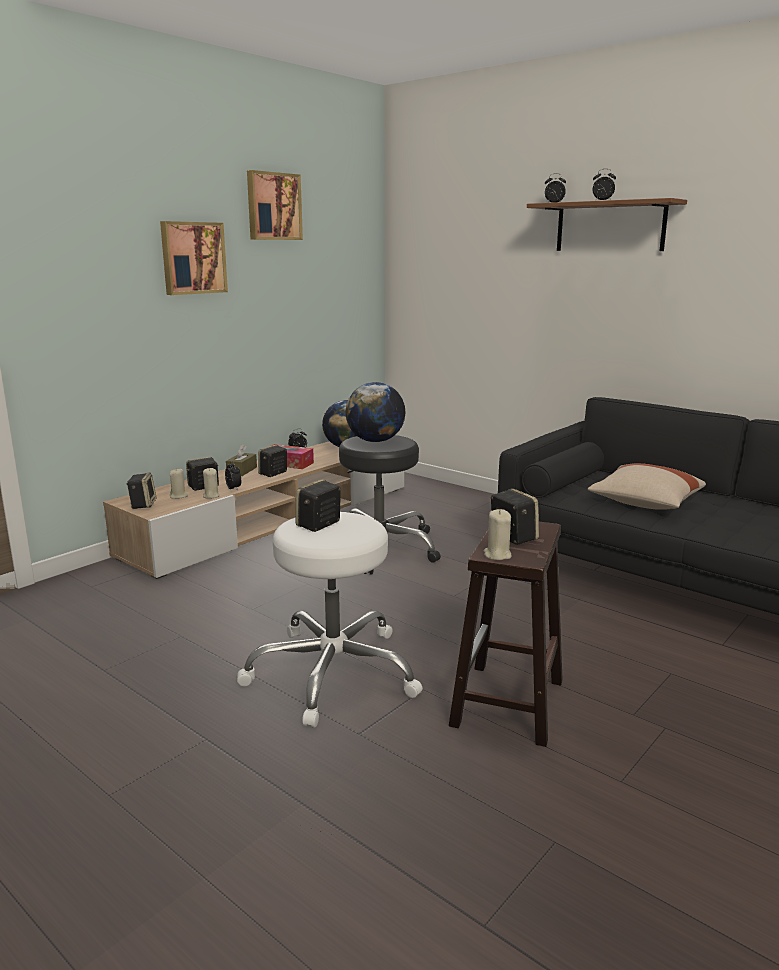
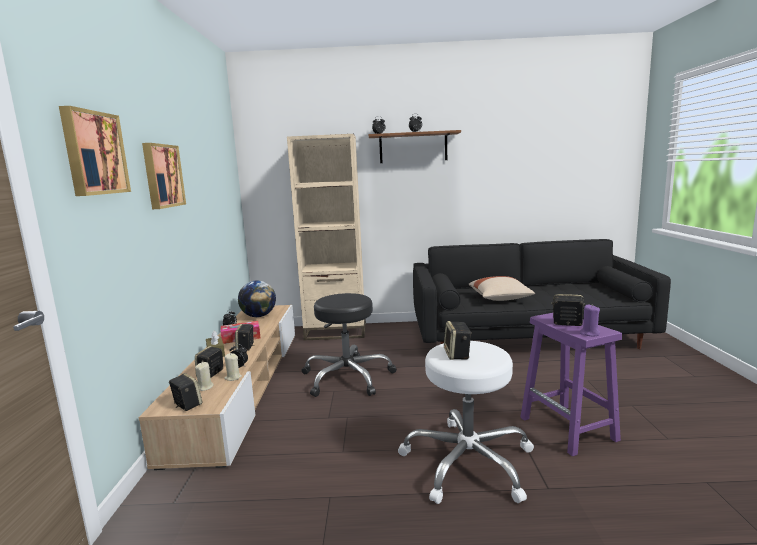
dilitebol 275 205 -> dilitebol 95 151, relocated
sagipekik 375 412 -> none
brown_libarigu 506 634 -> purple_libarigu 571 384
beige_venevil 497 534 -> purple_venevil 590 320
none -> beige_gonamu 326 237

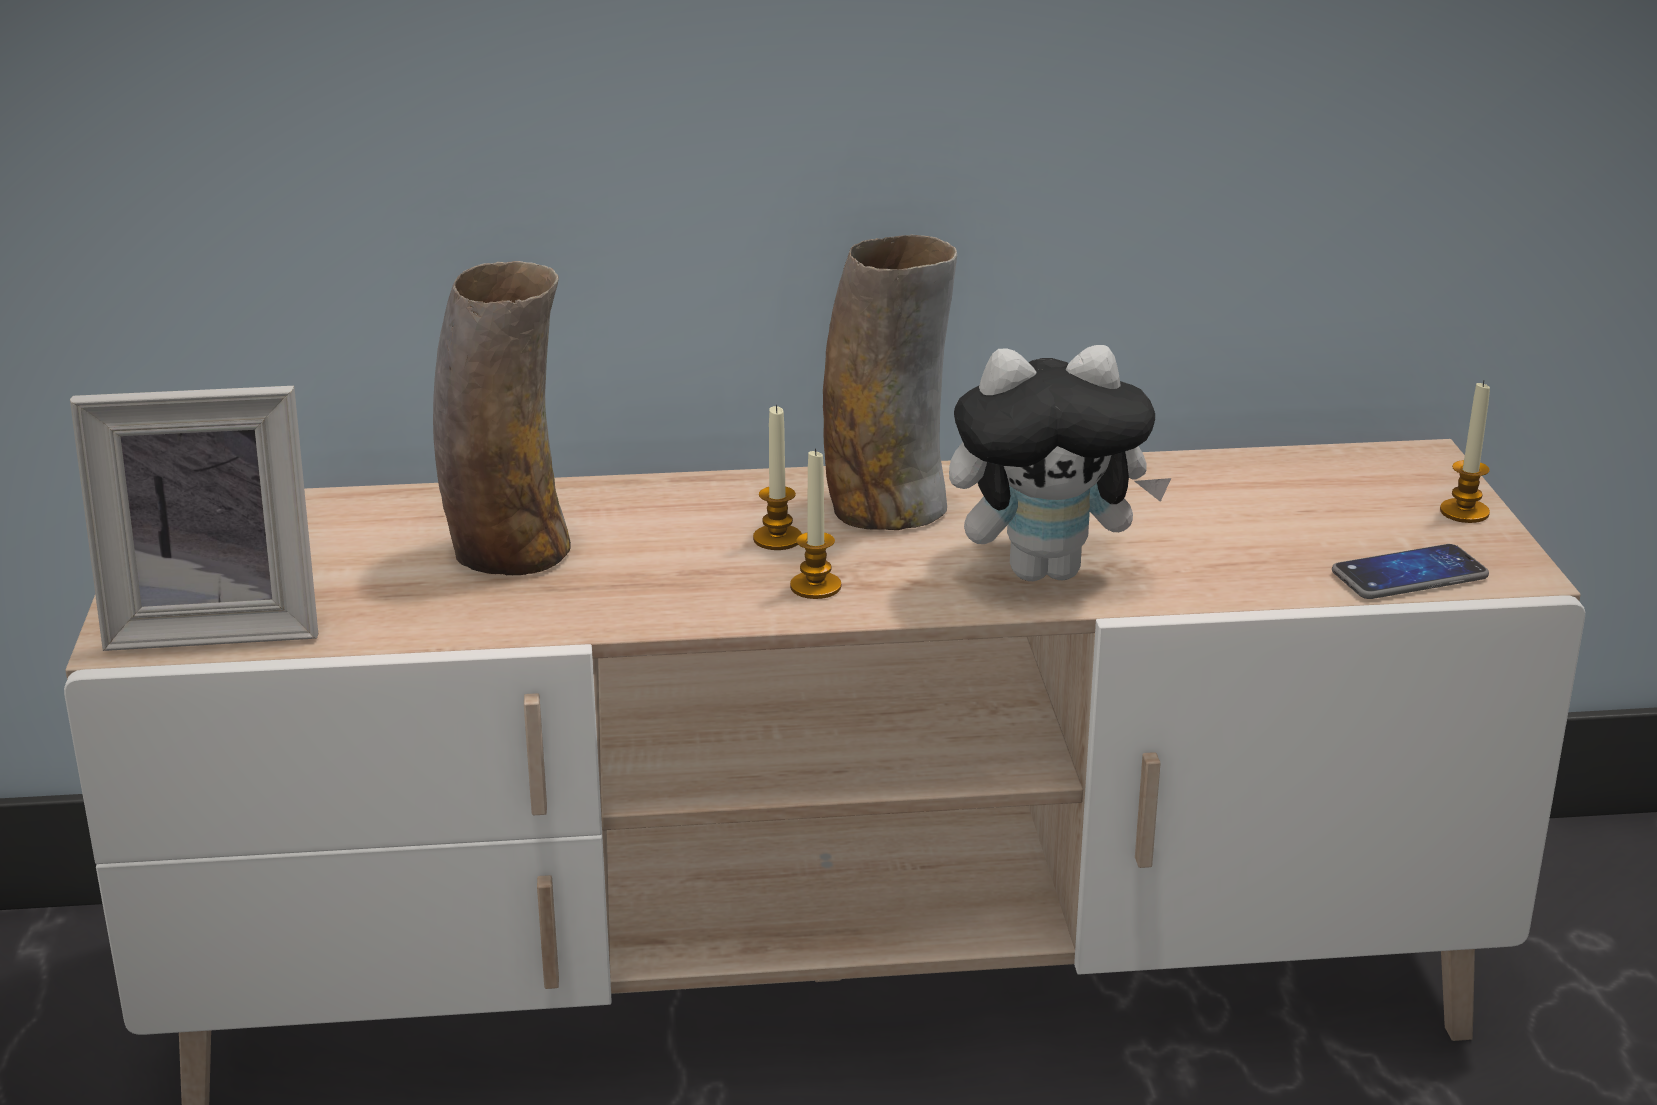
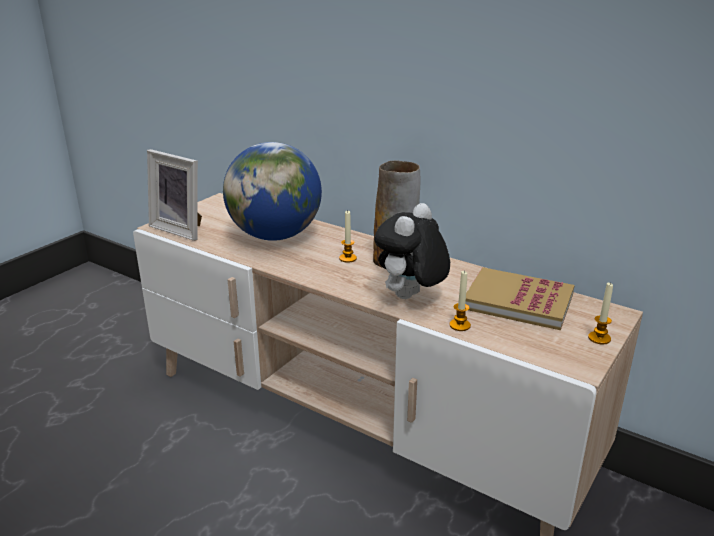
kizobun 502 418 -> sagipekik 272 191
venevil 815 523 -> venevil 460 300, relocated
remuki 1060 463 -> remuki 412 251, 90 degrees clockwise
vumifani 1410 571 -> none
none -> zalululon 519 298

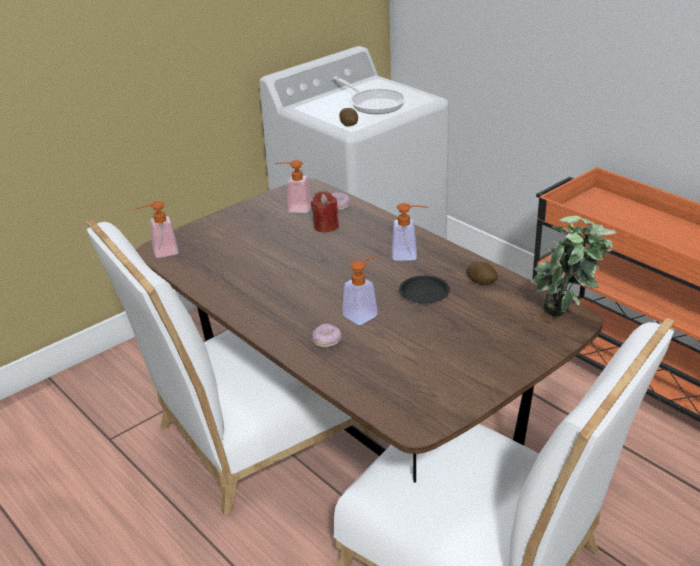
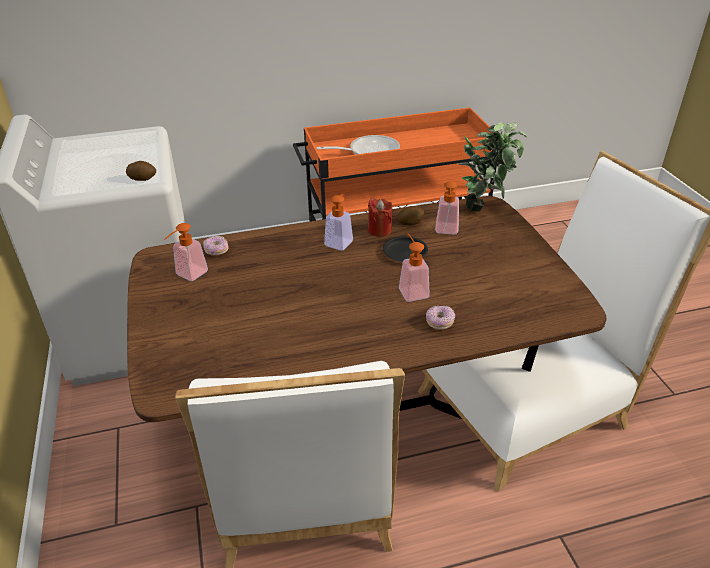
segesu 156 229 -> segesu 447 208, relocated
red_venevil 325 212 -> red_venevil 380 217, relocated
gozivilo 369 95 -> gozivilo 358 145, relocated

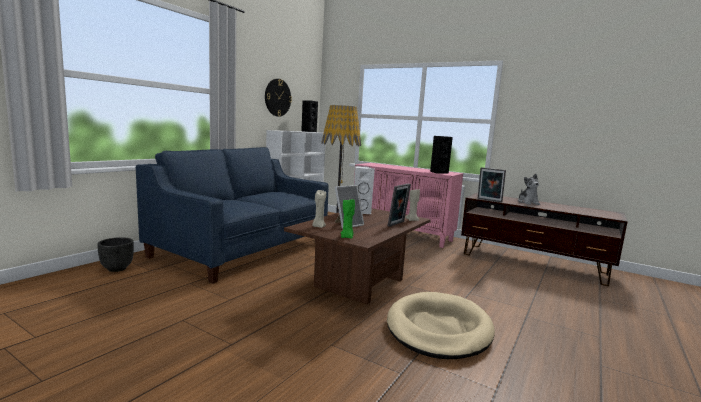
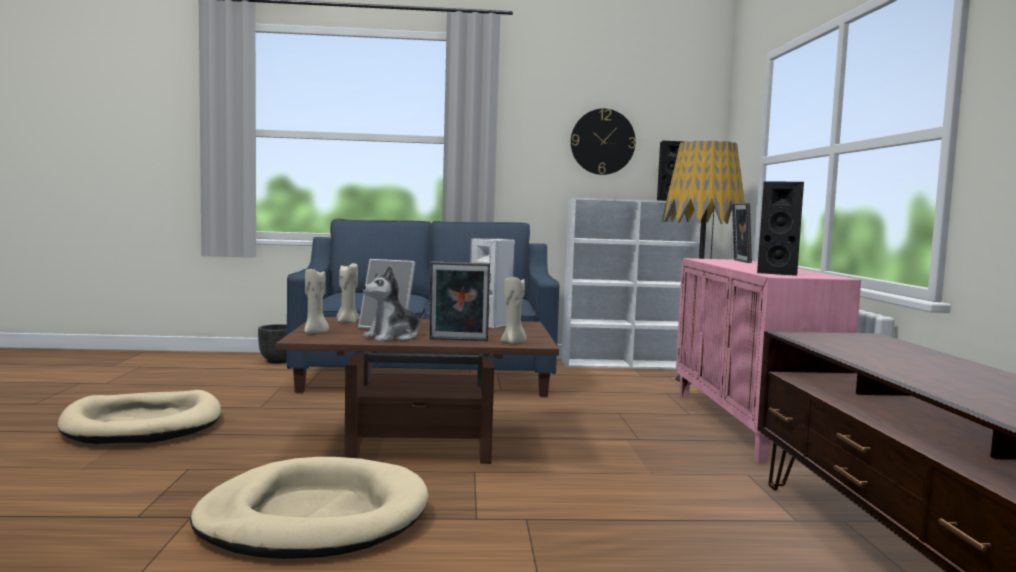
green_venevil 348 219 -> beige_venevil 316 299
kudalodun 492 184 -> kudalodun 742 233, relocated
remuki 529 189 -> remuki 394 303, relocated
none -> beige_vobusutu 139 417

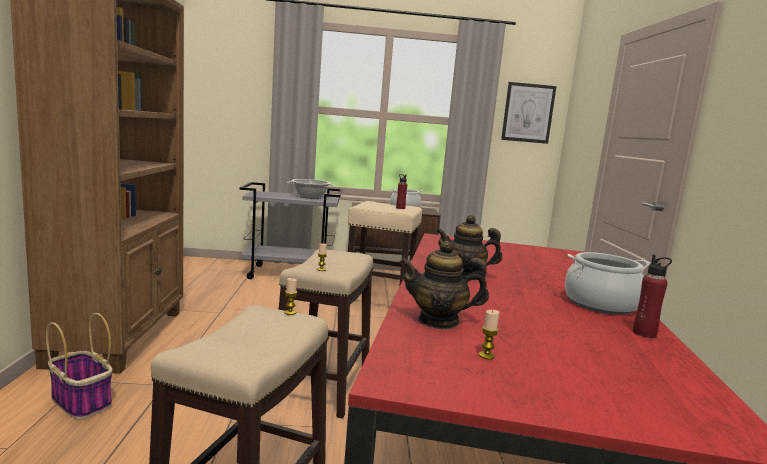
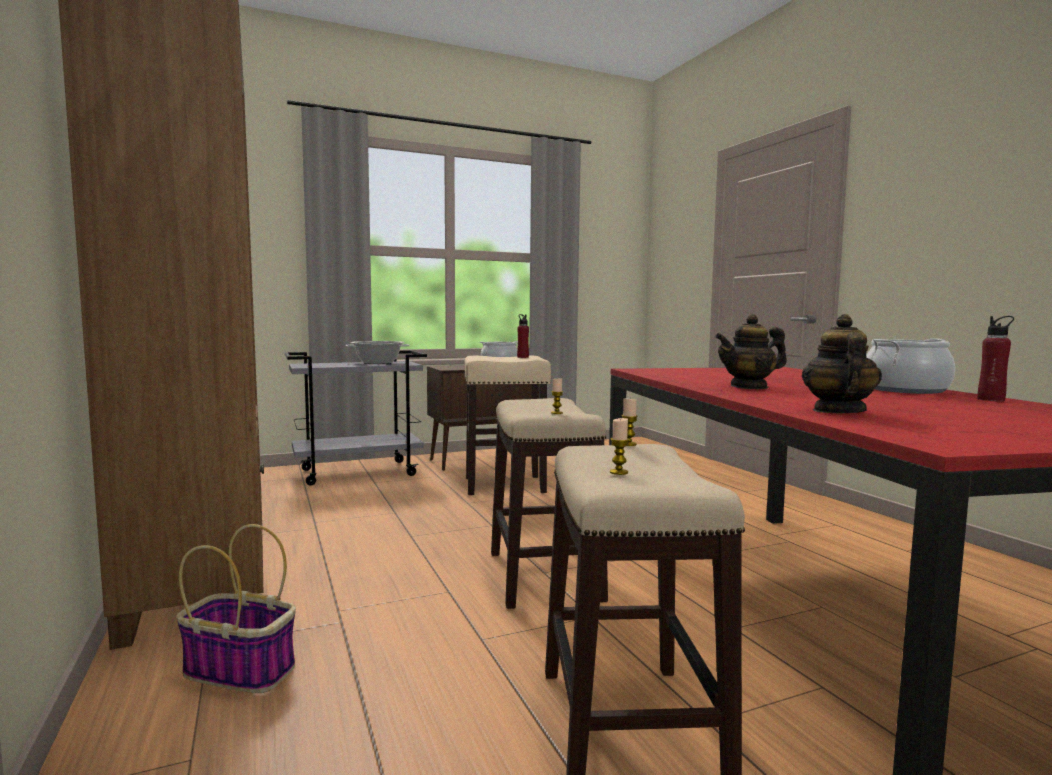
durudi 444 285 -> durudi 842 363, 120 degrees clockwise
venevil 489 335 -> venevil 619 446, relocated
dilitebol 529 113 -> none

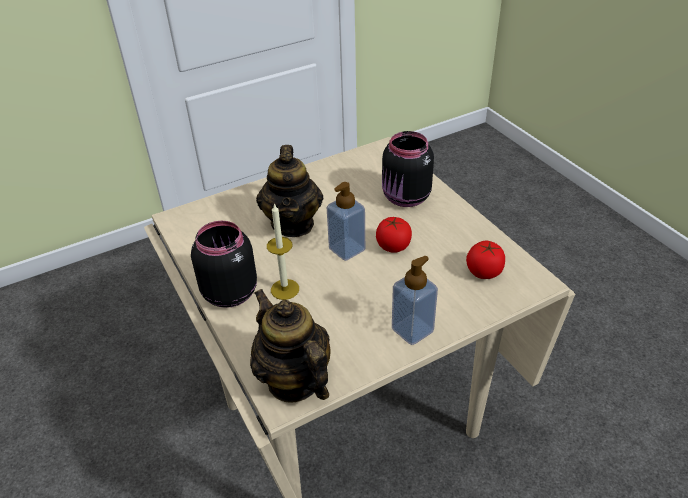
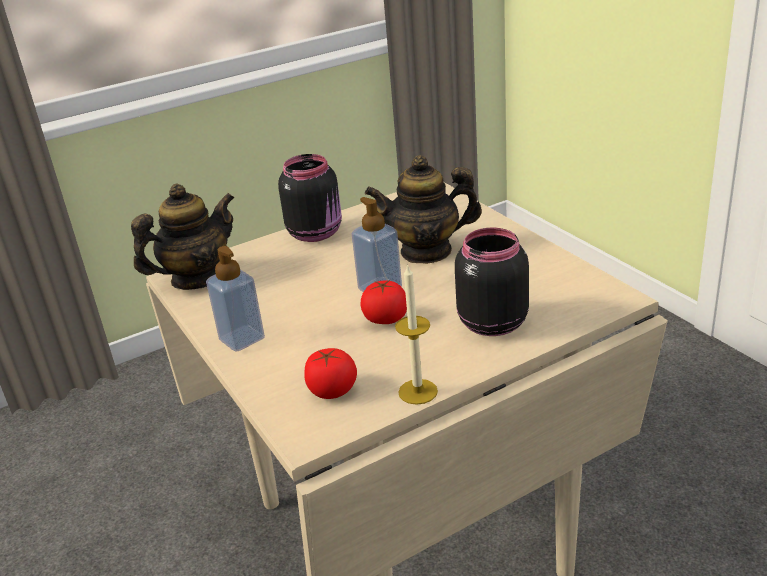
venevil 283 251 -> venevil 416 334, relocated

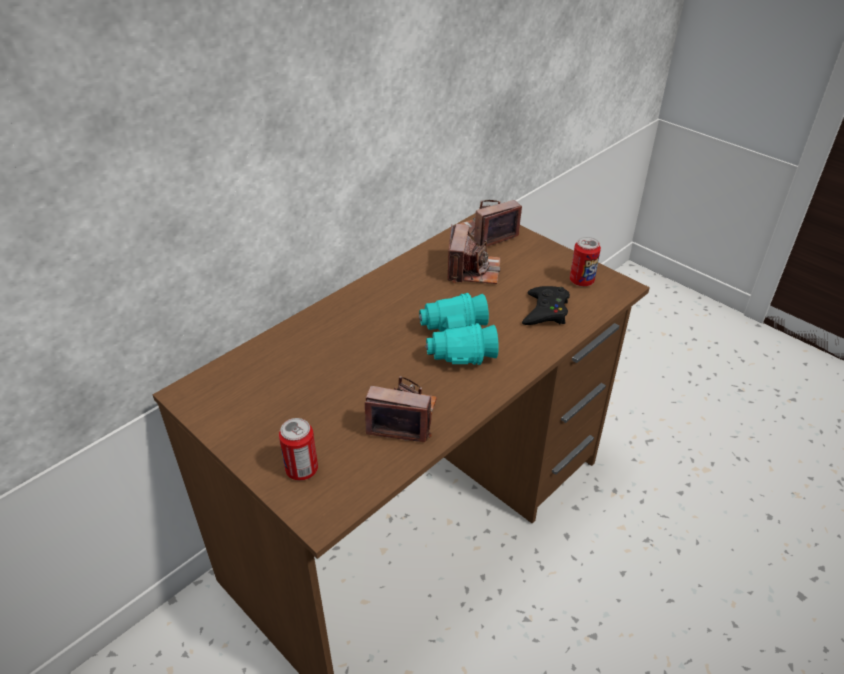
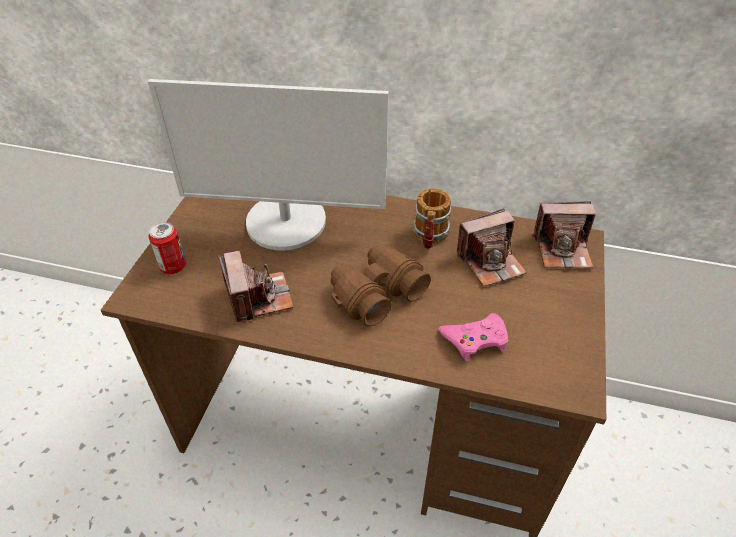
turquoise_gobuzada 459 329 -> brown_gobuzada 381 285
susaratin 490 223 -> susaratin 564 234, 150 degrees clockwise
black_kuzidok 546 305 -> pink_kuzidok 473 337
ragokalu 585 261 -> none
none -> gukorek 268 165
none -> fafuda 432 219

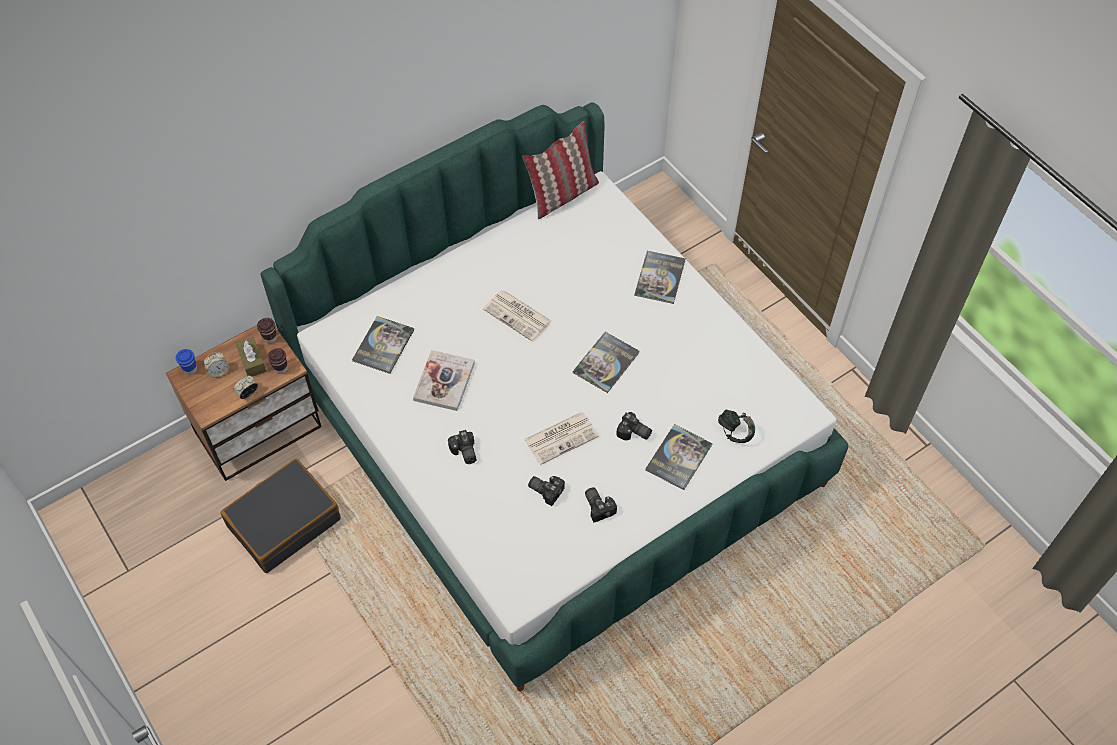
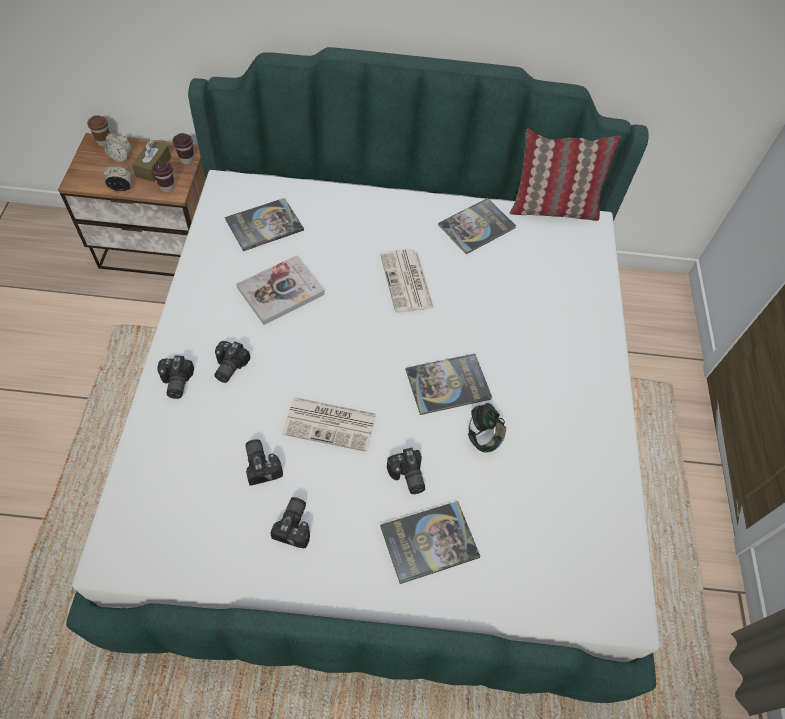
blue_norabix 186 362 -> brown_norabix 98 131
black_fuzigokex 281 515 -> none
zalululon 659 277 -> zalululon 477 226, relocated
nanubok 736 426 -> nanubok 487 428, relocated
none -> susaratin 175 377

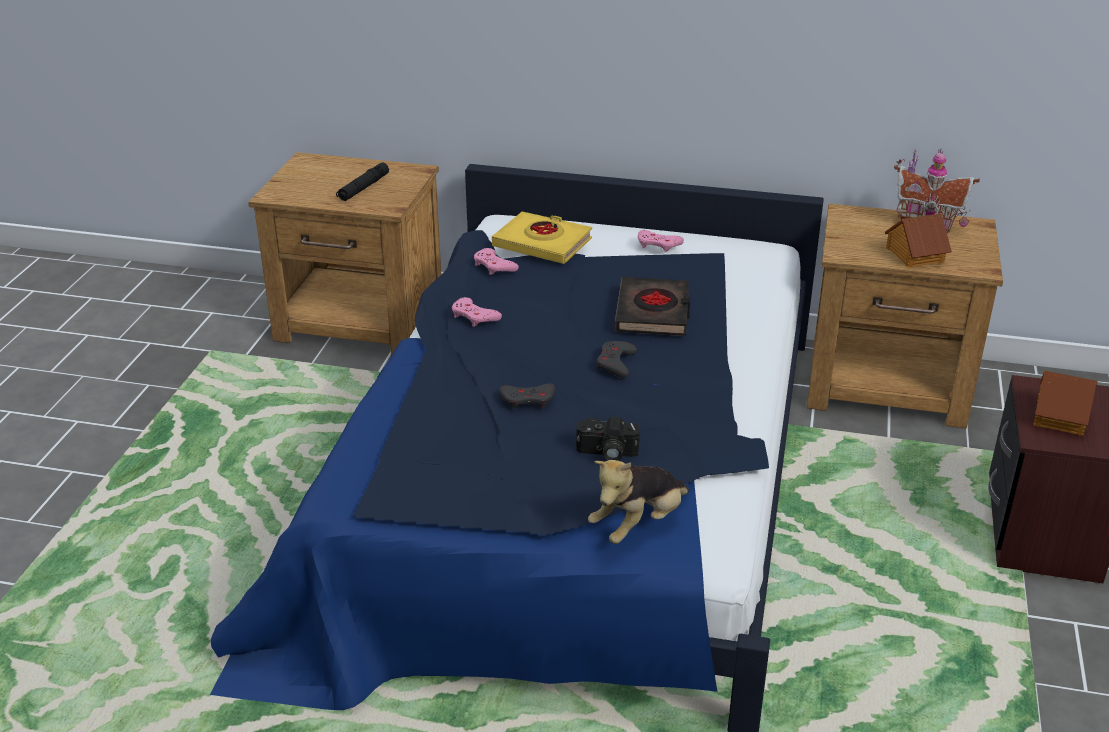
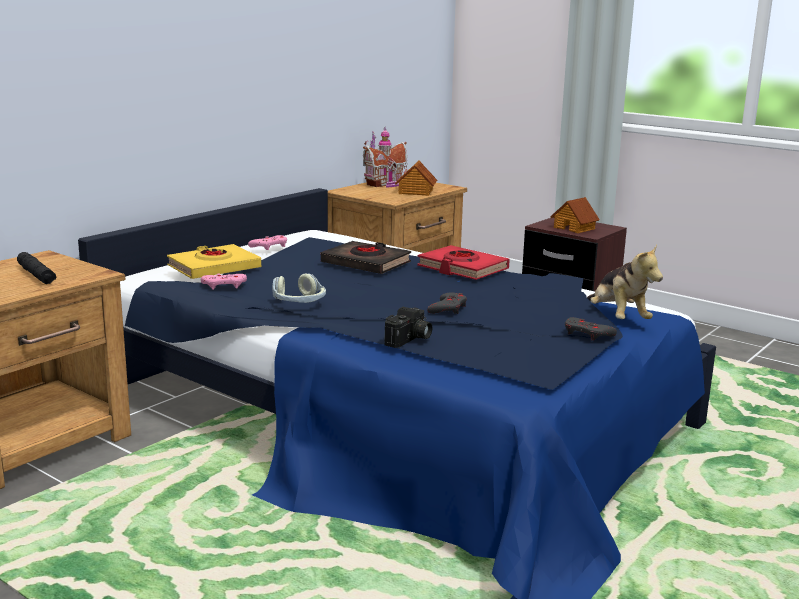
pink_kuzidok 477 312 -> nanubok 299 288
susaratin 608 439 -> susaratin 408 327, relocated
grey_kuzidok 617 359 -> grey_kuzidok 591 329, relocated
none -> red_zalululon 463 262

